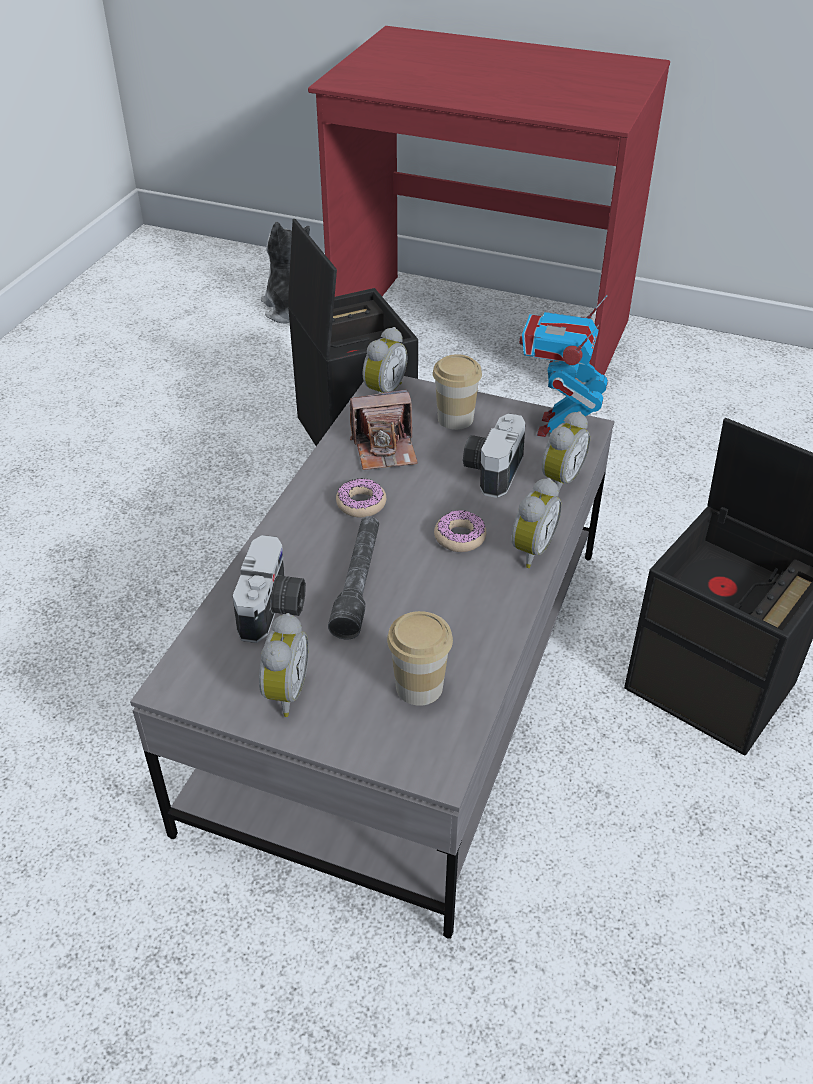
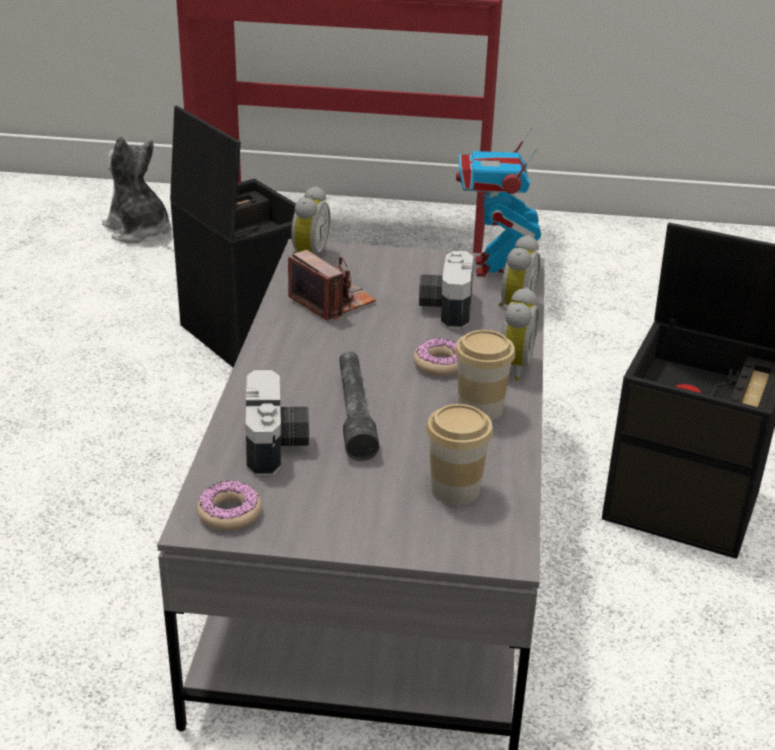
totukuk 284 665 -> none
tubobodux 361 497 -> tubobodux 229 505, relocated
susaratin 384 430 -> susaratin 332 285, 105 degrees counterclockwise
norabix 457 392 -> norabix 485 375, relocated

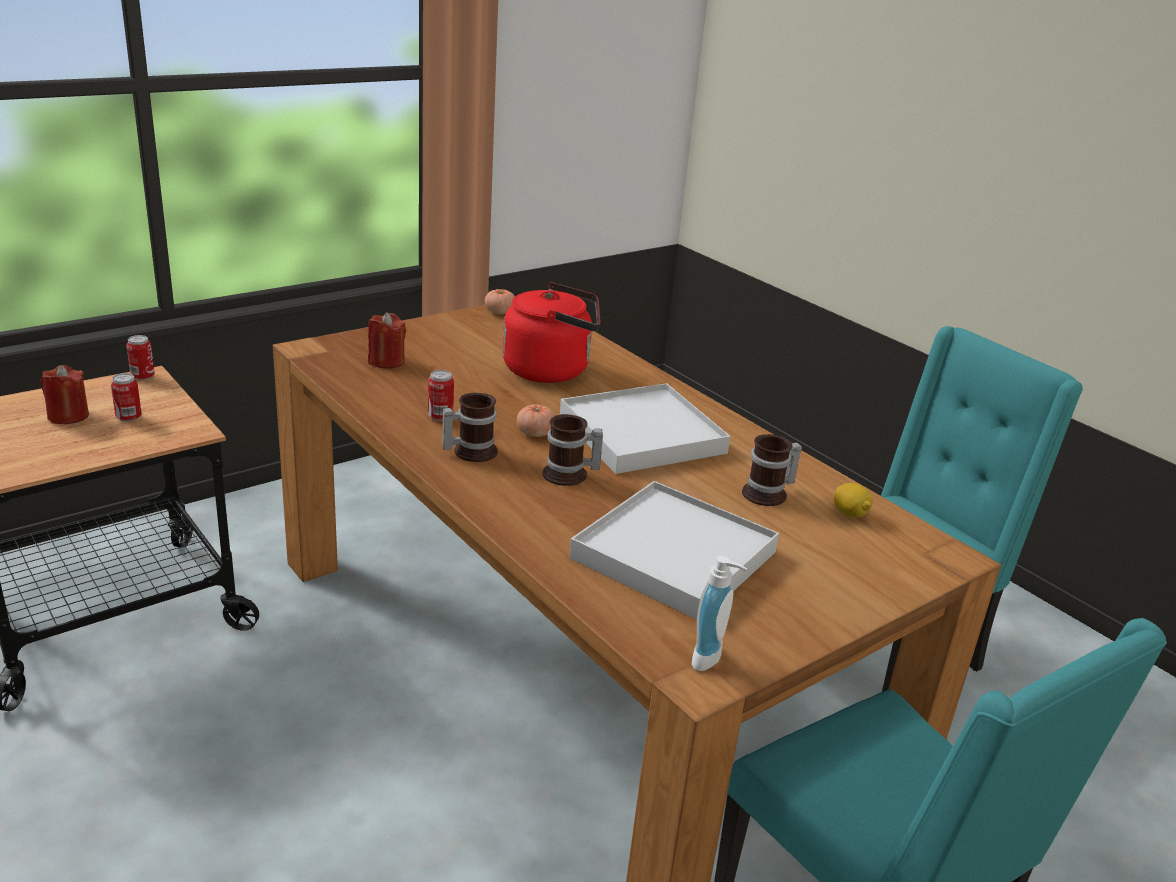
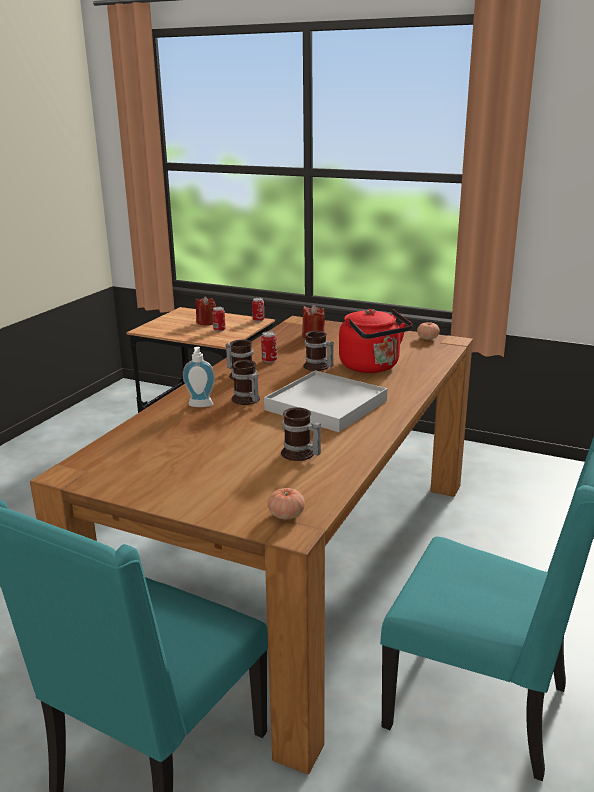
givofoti 536 420 -> givofoti 286 503, relocated
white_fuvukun 674 550 -> none
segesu 719 613 -> segesu 199 377, relocated
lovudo 853 500 -> none
none -> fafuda 318 351

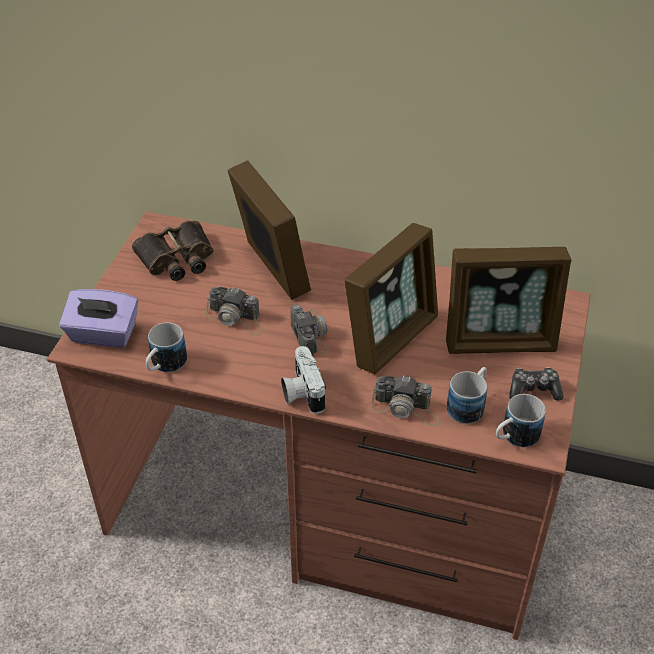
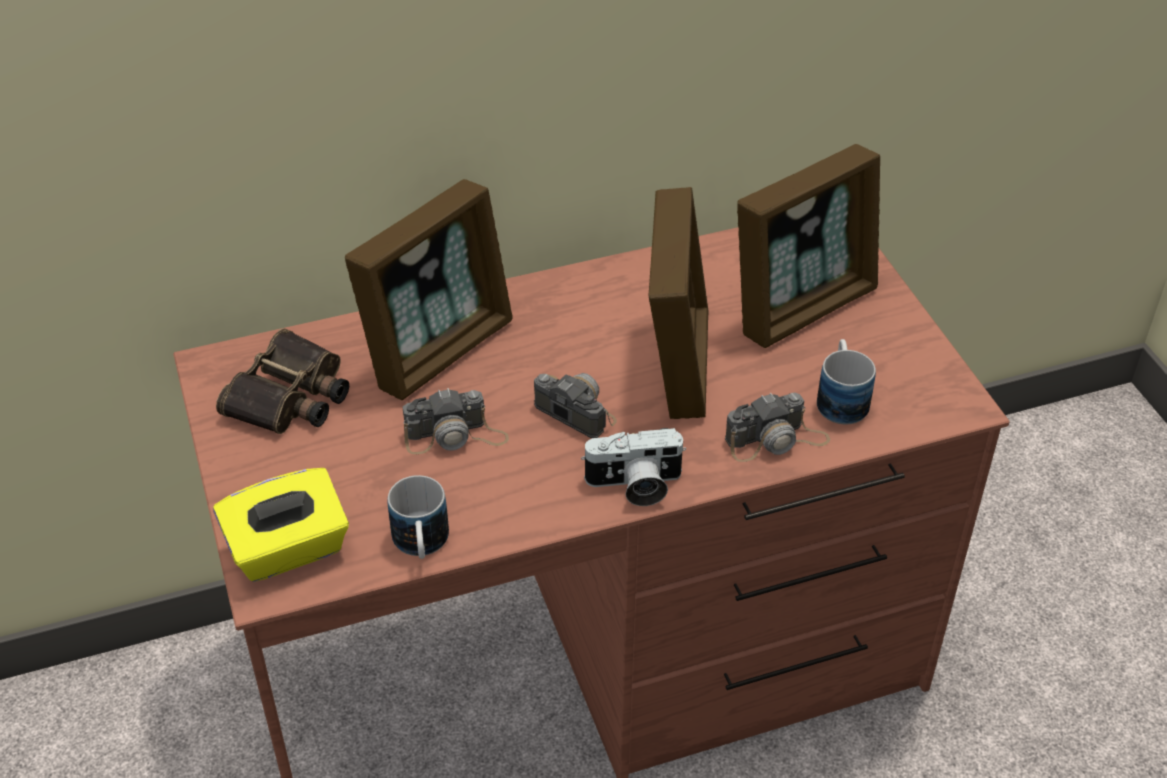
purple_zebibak 98 318 -> yellow_zebibak 281 525
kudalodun 269 230 -> kudalodun 429 289, 105 degrees clockwise
susaratin 303 380 -> susaratin 633 467, 45 degrees counterclockwise
fafuda 521 420 -> none
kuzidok 536 383 -> none

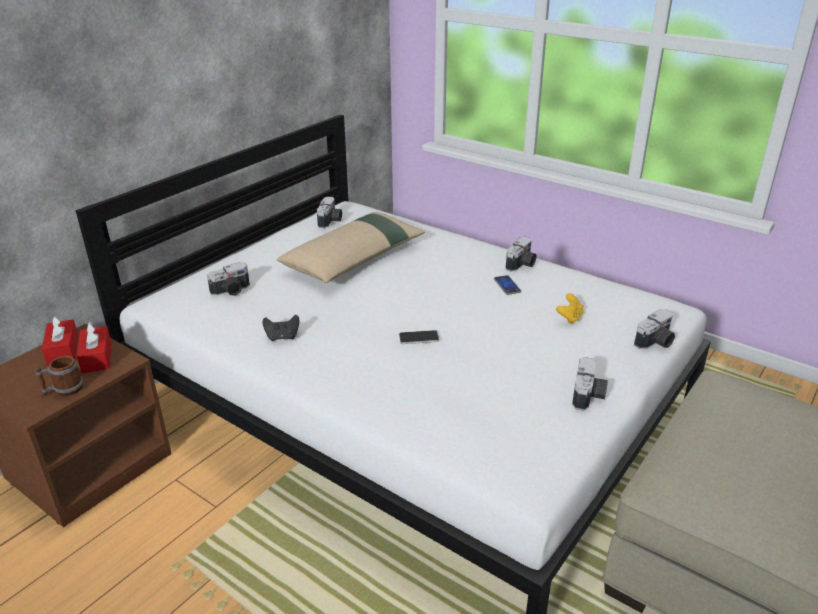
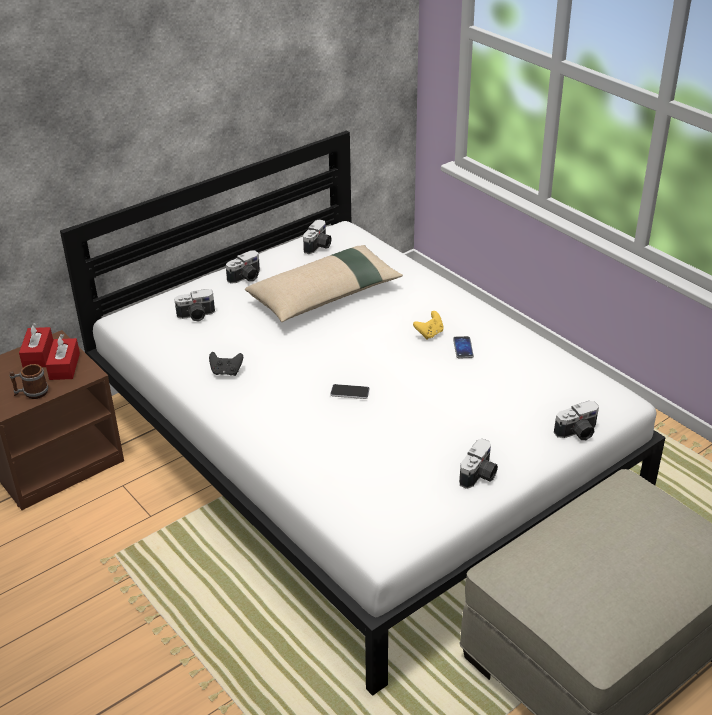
susaratin 521 254 -> susaratin 243 267, relocated
yellow_kuzidok 570 308 -> yellow_kuzidok 428 325, relocated

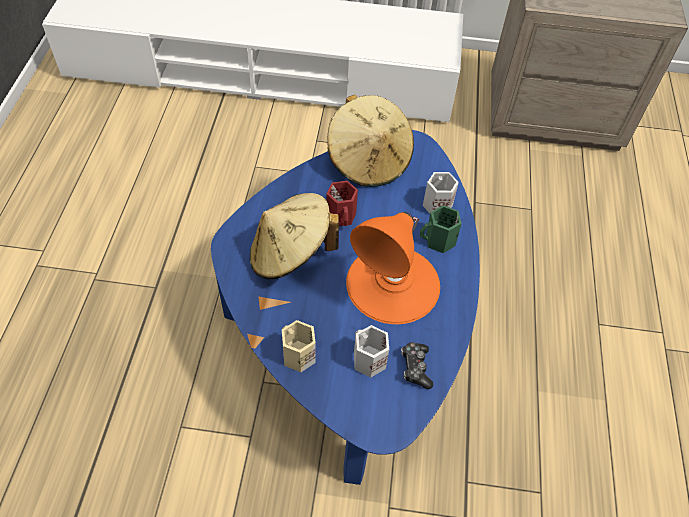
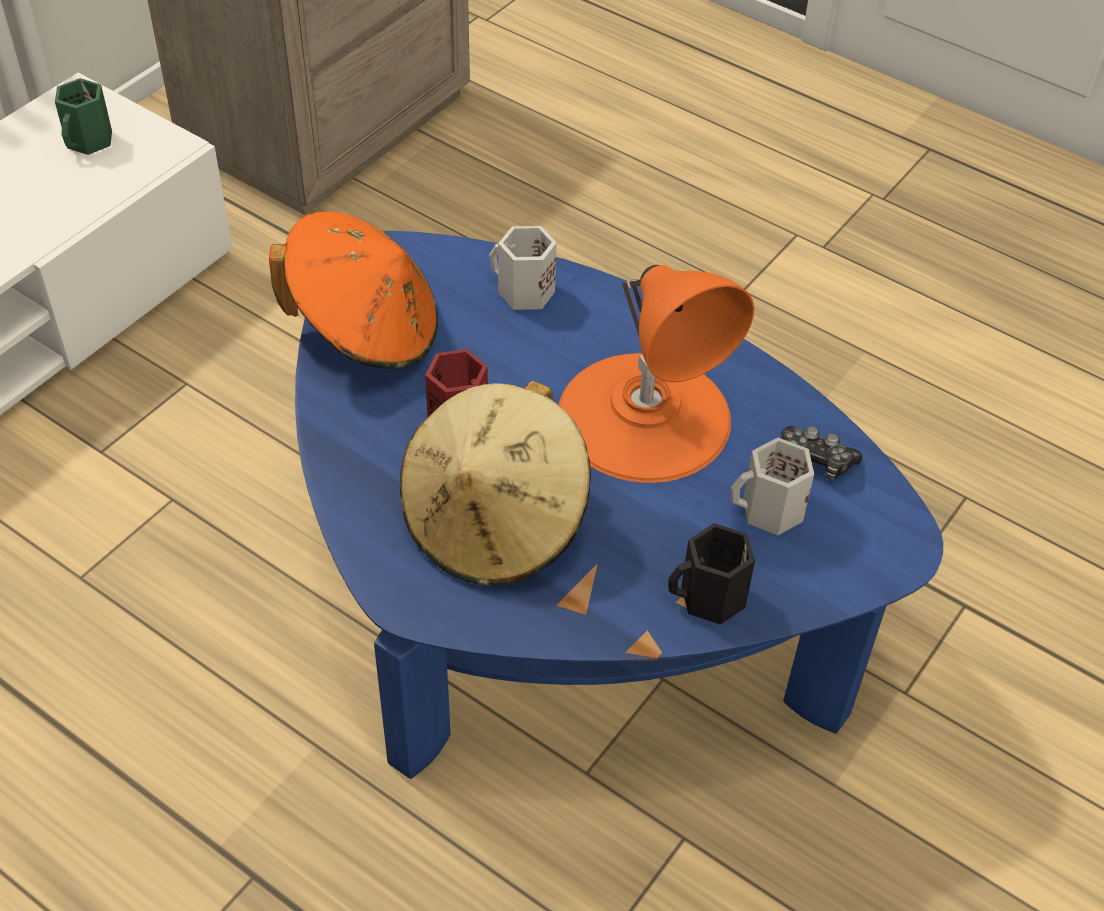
beige_fafuda 299 346 -> black_fafuda 711 574
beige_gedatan 370 141 -> orange_gedatan 353 290
green_fafuda 441 229 -> green_fafuda 83 116, relocated

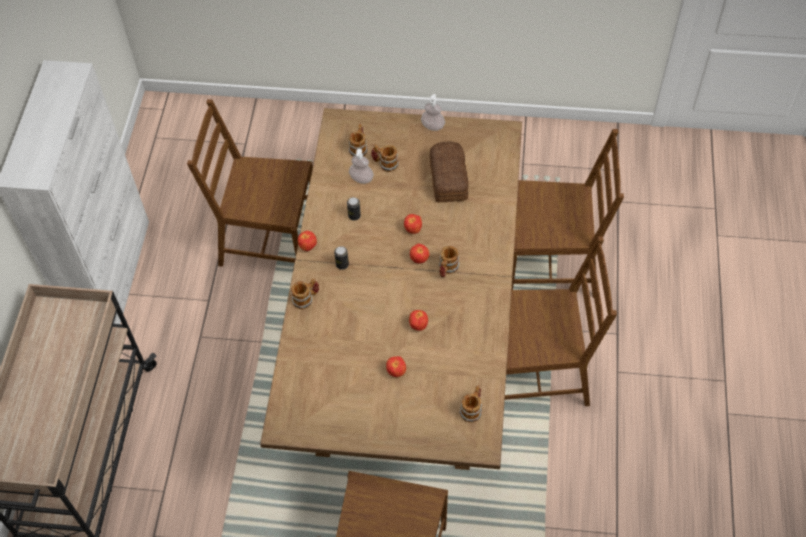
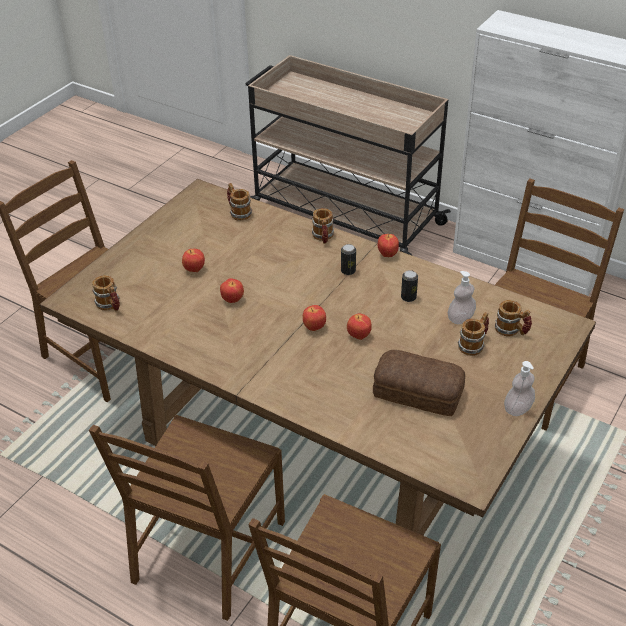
fafuda 449 261 -> fafuda 239 202, relocated

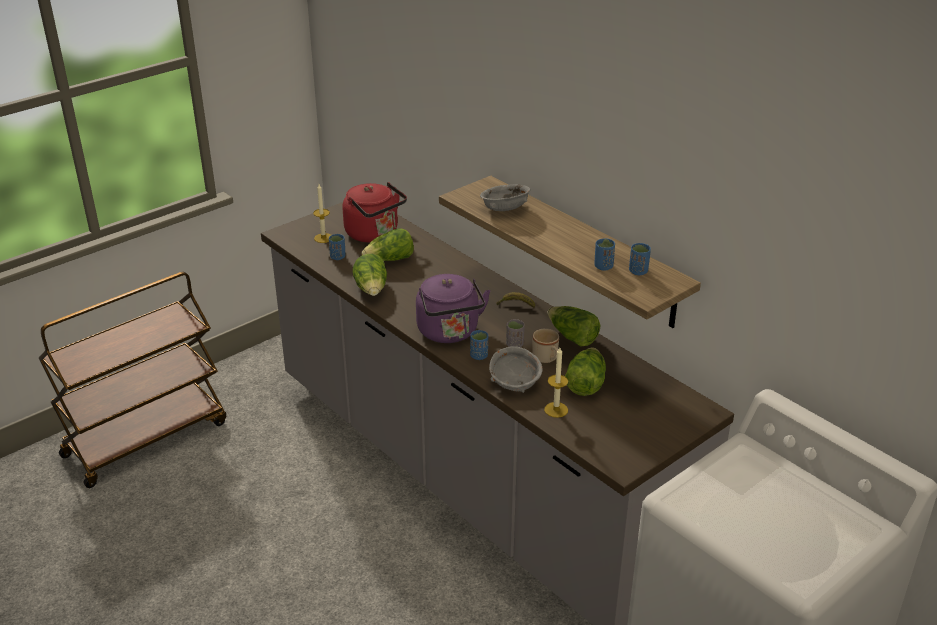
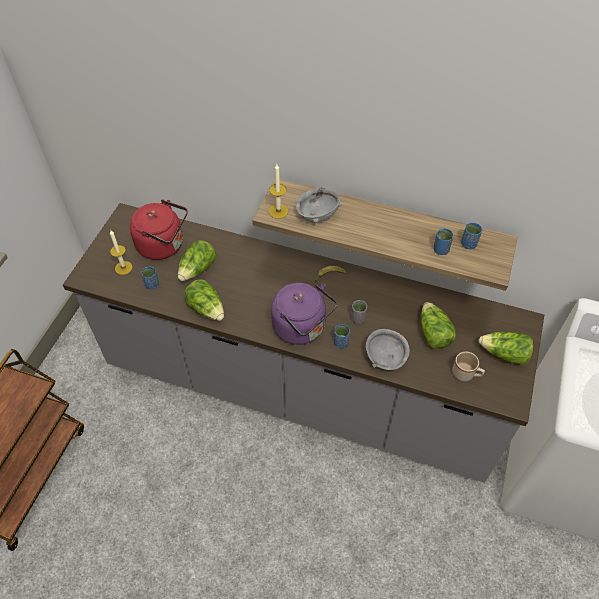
beige_fafuda 545 345 -> beige_fafuda 468 366, relocated
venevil 556 383 -> venevil 278 191, relocated
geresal 574 326 -> geresal 506 348, relocated

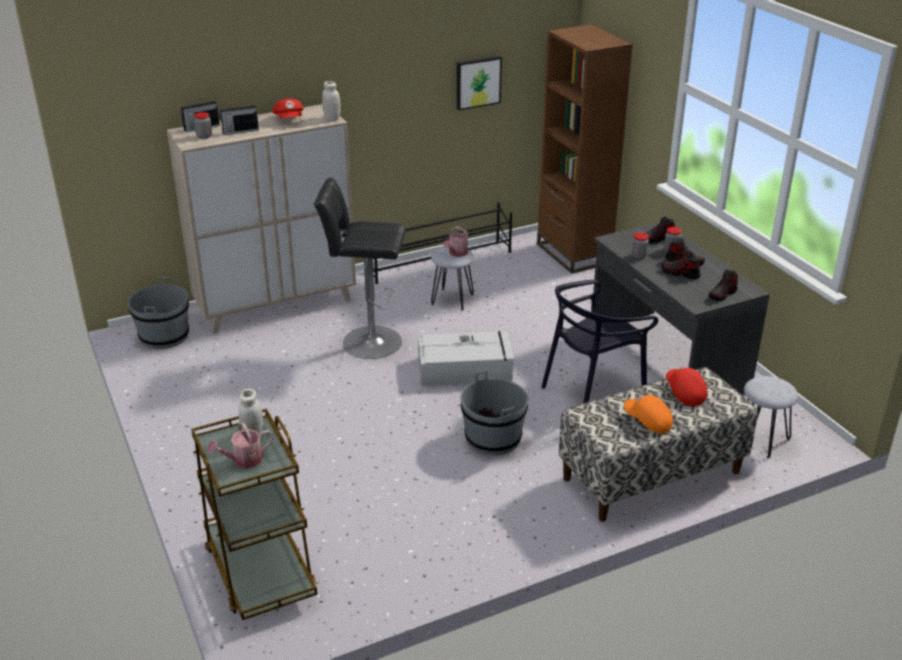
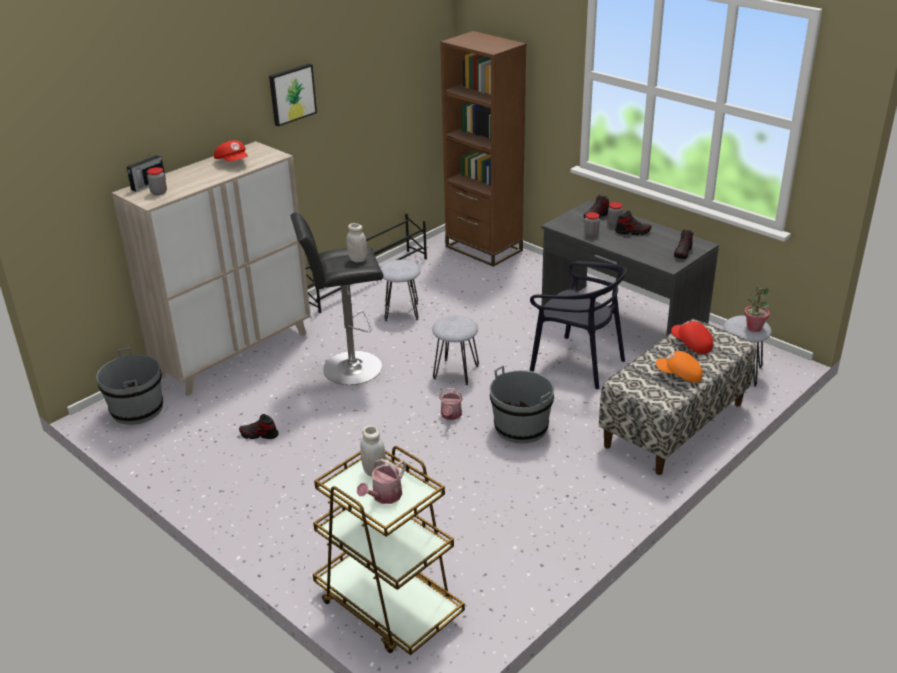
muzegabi 239 118 -> none
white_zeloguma 331 101 -> white_zeloguma 356 242, relocated
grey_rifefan 466 358 -> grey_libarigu 455 350
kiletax 456 242 -> kiletax 451 404, relocated
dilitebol 479 83 -> dilitebol 293 95, relocated
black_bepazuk 599 341 -> black_bepazuk 578 325, 90 degrees counterclockwise
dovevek 681 265 -> dovevek 258 426, relocated
none -> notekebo 757 309

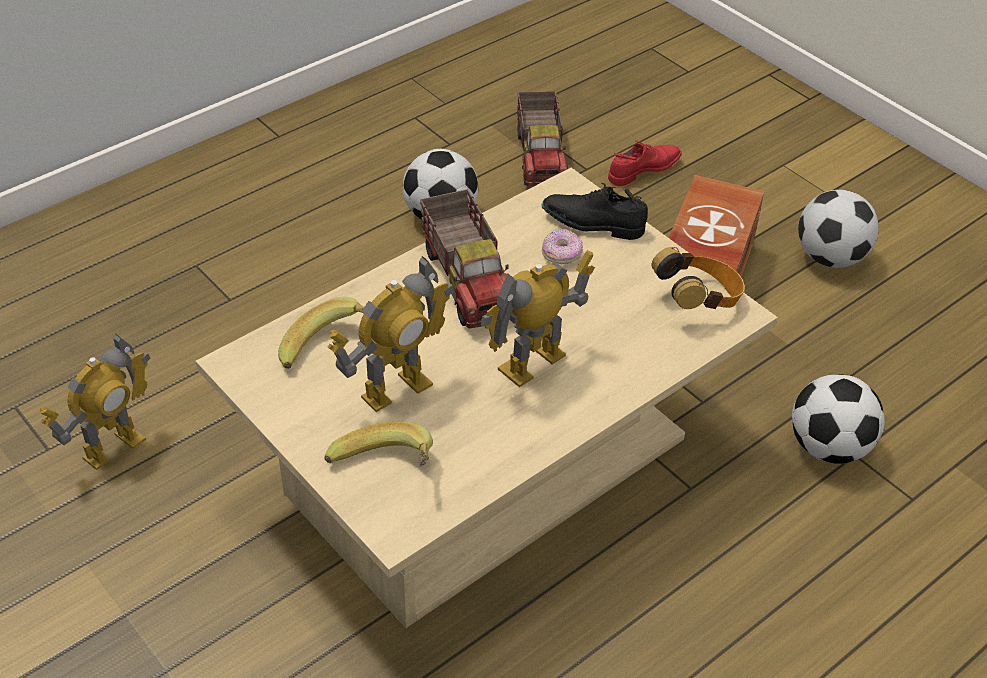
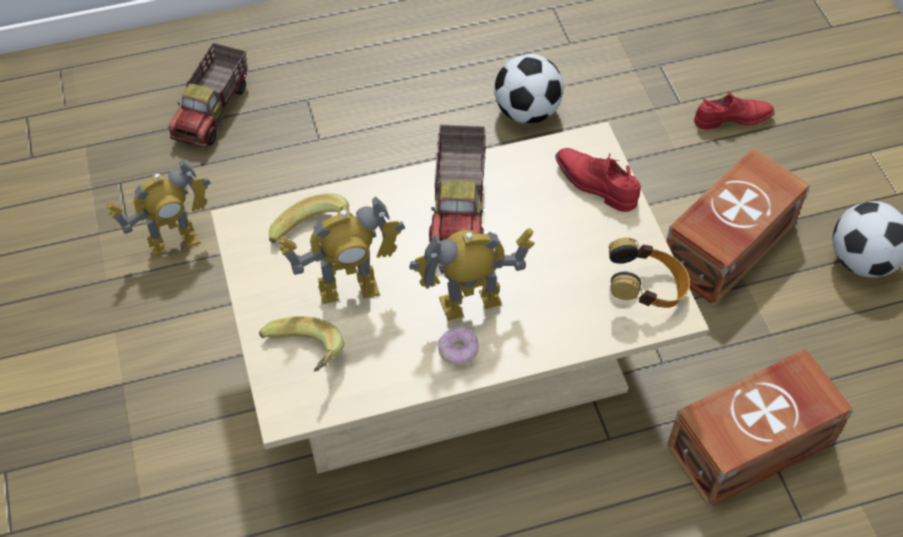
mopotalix 542 138 -> mopotalix 208 95, relocated
black_dovevek 594 211 -> red_dovevek 598 180
tubobodux 562 246 -> tubobodux 458 345, relocated
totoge 838 419 -> brown_rifefan 760 428

